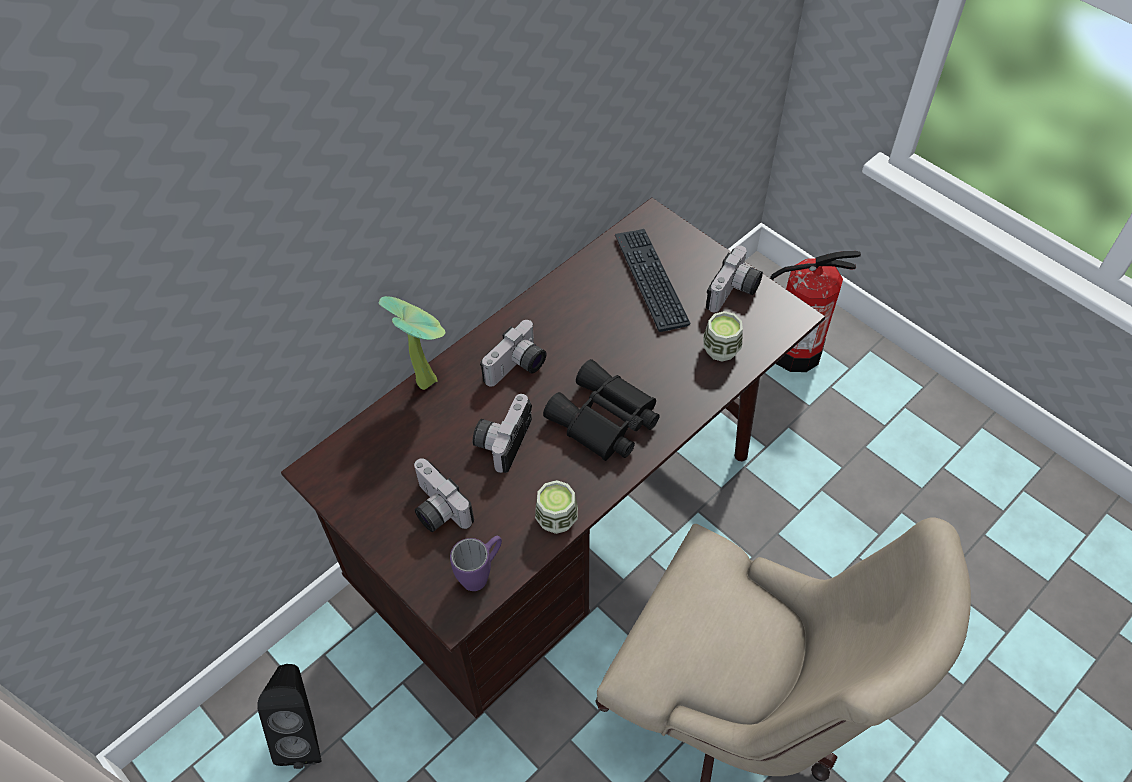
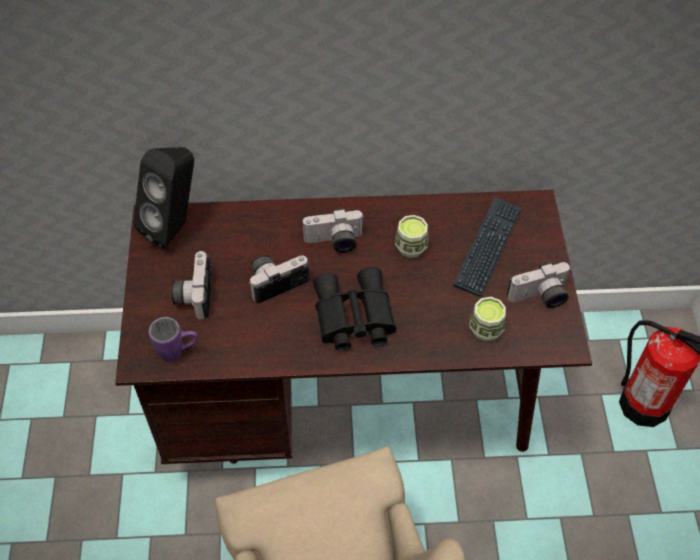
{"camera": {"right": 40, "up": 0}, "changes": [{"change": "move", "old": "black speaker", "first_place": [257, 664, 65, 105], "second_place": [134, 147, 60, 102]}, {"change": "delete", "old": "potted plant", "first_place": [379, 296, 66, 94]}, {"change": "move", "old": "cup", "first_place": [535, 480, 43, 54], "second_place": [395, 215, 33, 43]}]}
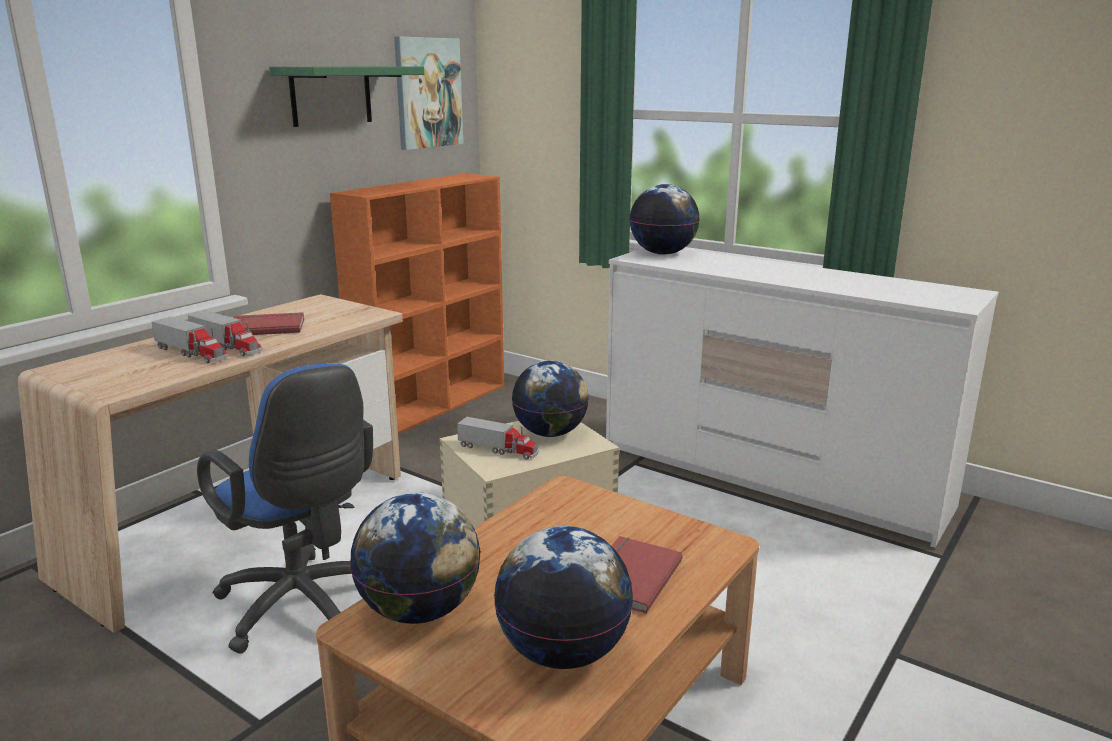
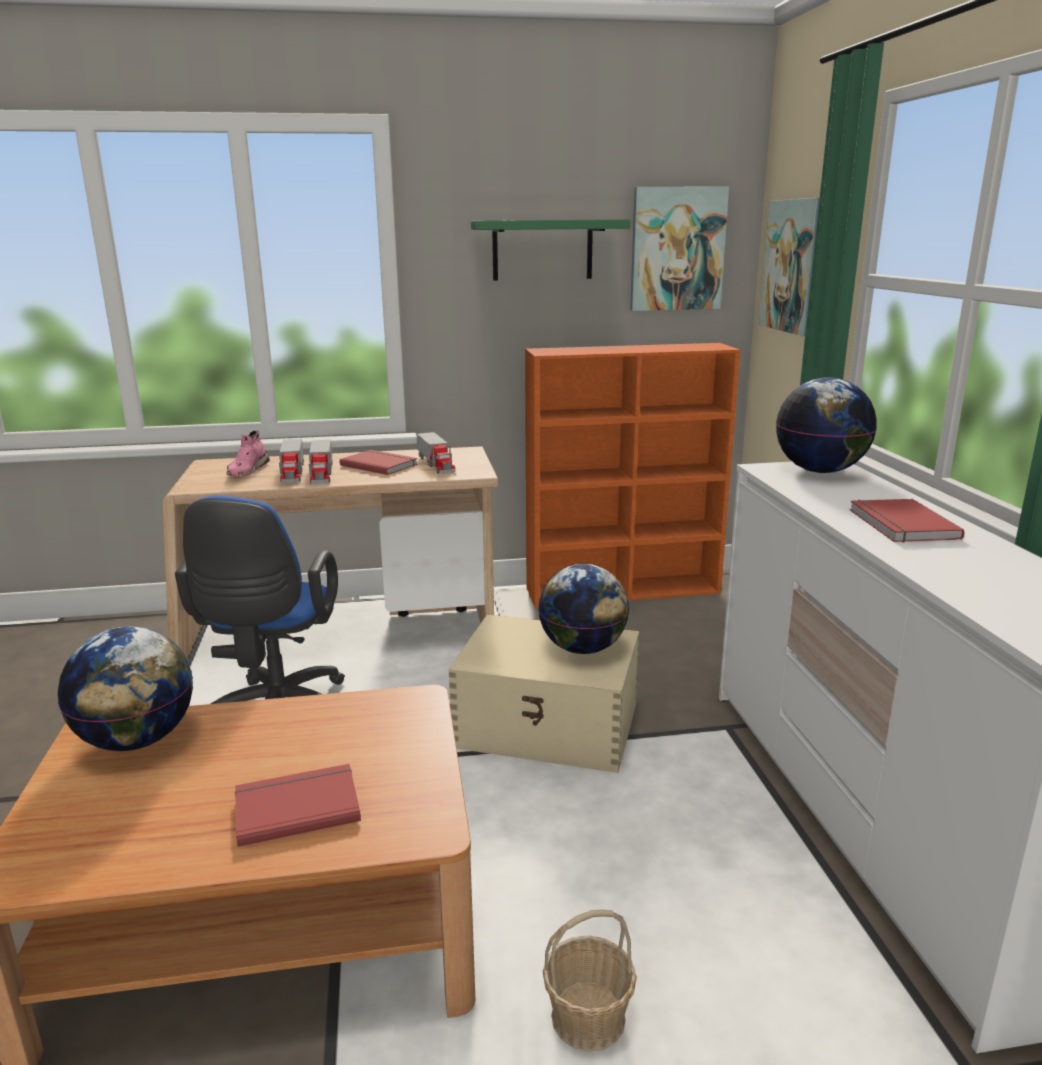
{"camera": {"right": 45, "up": 0}, "changes": [{"change": "move", "old": "toy truck", "first_place": [457, 417, 82, 43], "second_place": [417, 432, 39, 42]}, {"change": "delete", "old": "globe", "first_place": [494, 526, 139, 143]}, {"change": "insert", "new": "pink shoe", "second_place": [226, 430, 44, 46]}, {"change": "insert", "new": "basket", "second_place": [543, 909, 94, 143]}, {"change": "insert", "new": "picture", "second_place": [759, 198, 61, 138]}, {"change": "insert", "new": "red book", "second_place": [850, 499, 115, 43]}]}
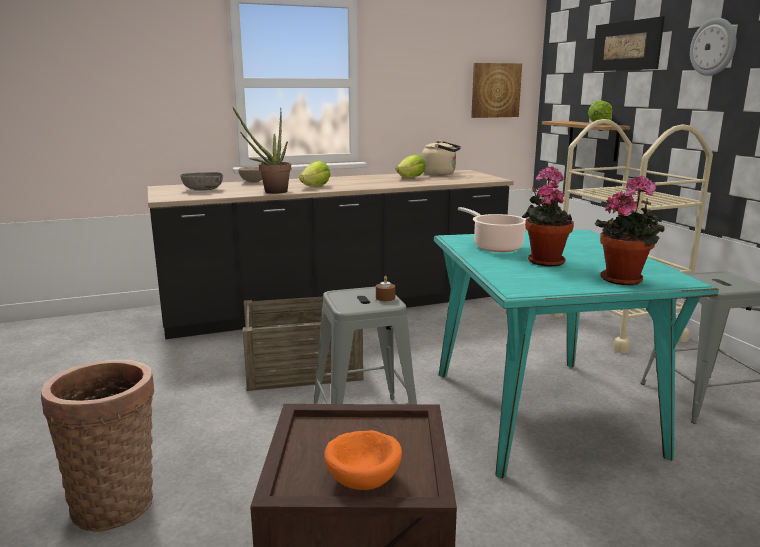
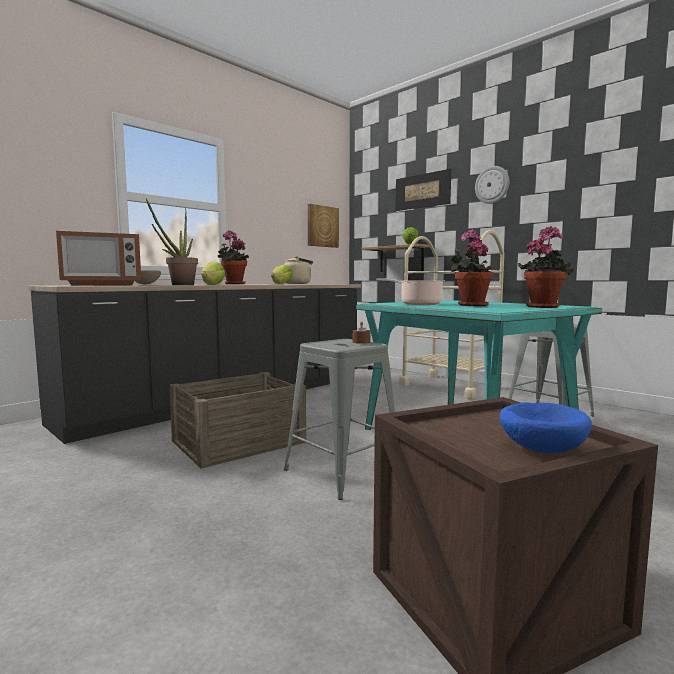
{"camera": {"right": -25, "up": -10}, "changes": [{"change": "delete", "old": "basket", "first_place": [41, 360, 113, 172]}, {"change": "replace", "old": "grey bowl", "new": "microwave", "first_place": [180, 172, 43, 19], "second_place": [56, 231, 85, 54]}, {"change": "recolor", "old": "orange bowl", "new": "blue bowl", "first_place": [324, 430, 78, 60], "second_place": [500, 402, 92, 51]}, {"change": "insert", "new": "potted plant", "second_place": [218, 231, 31, 53]}]}
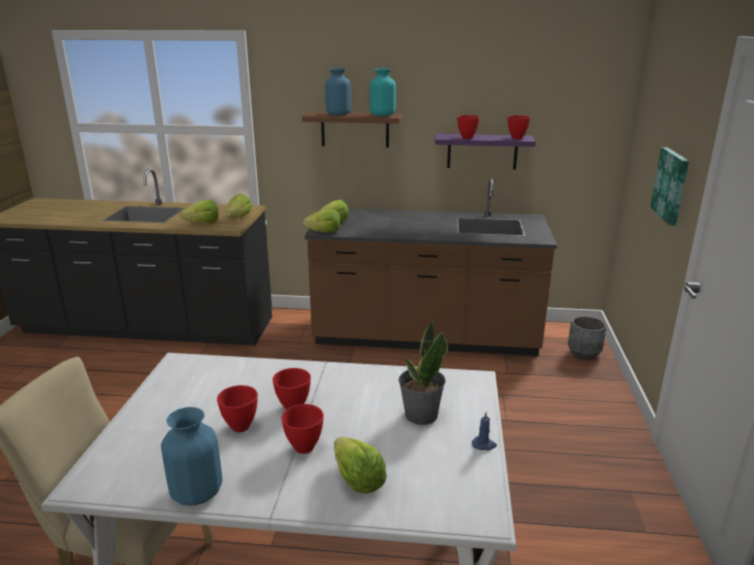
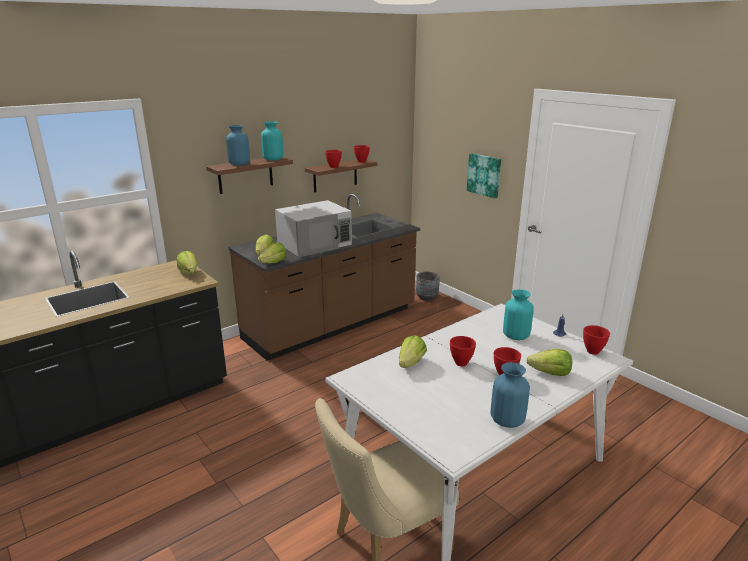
{"camera": {"right": -45, "up": 0}, "changes": [{"change": "move", "old": "lettuce", "first_place": [181, 200, 38, 23], "second_place": [399, 335, 28, 33]}, {"change": "move", "old": "red bowl", "first_place": [217, 385, 41, 47], "second_place": [583, 325, 27, 30]}, {"change": "replace", "old": "potted plant", "new": "turquoise vase", "first_place": [399, 320, 49, 105], "second_place": [503, 289, 31, 51]}, {"change": "recolor", "old": "purple shelf", "new": "brown shelf", "first_place": [435, 134, 101, 36], "second_place": [305, 159, 73, 34]}, {"change": "insert", "new": "white microwave", "second_place": [275, 200, 77, 57]}]}
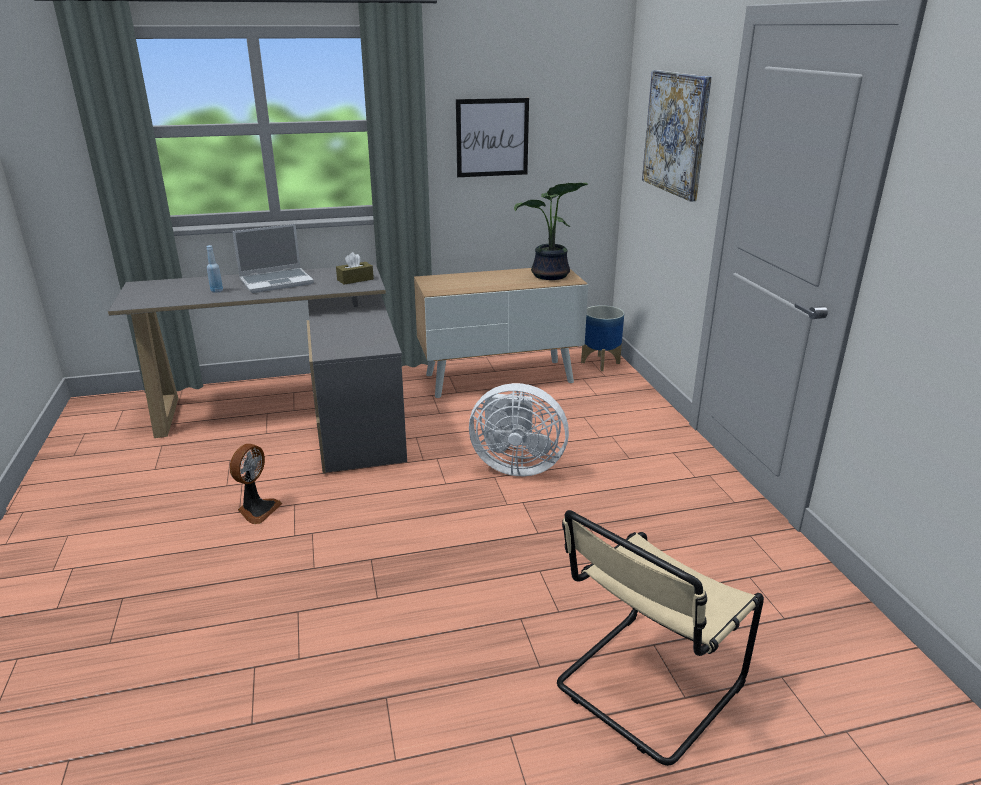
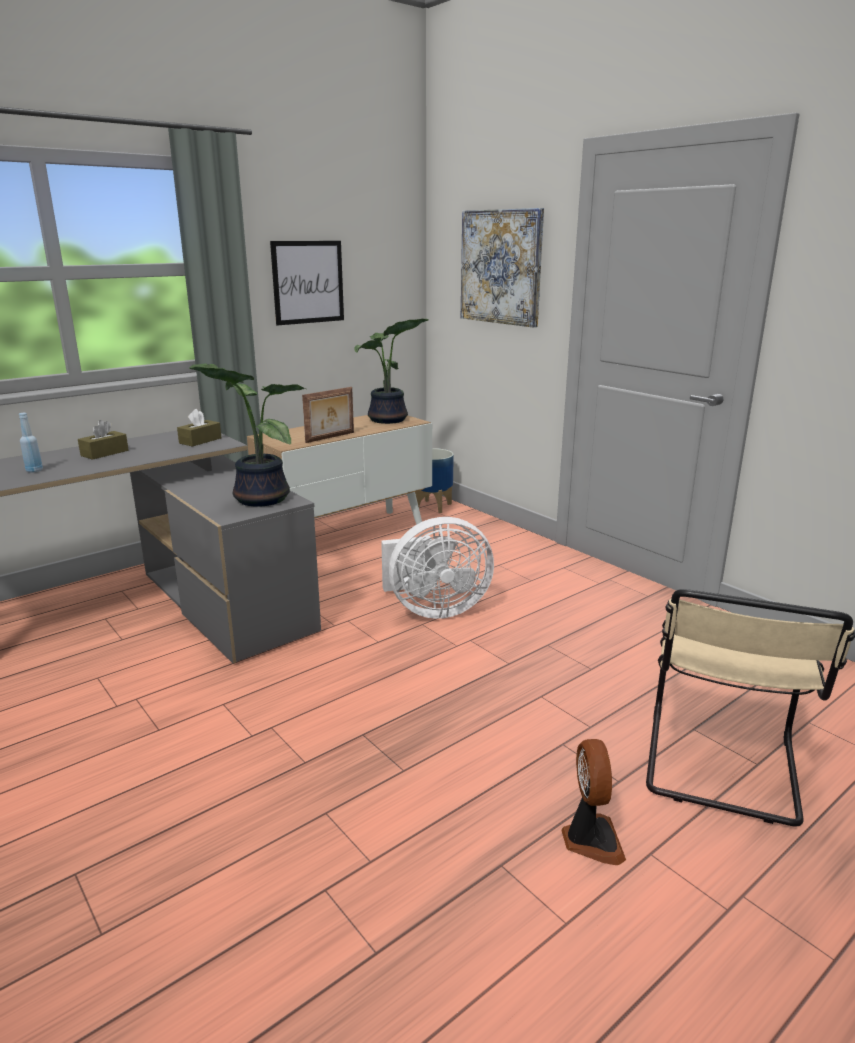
{"camera": {"right": -25, "up": -5}, "changes": [{"change": "move", "old": "fan", "first_place": [230, 444, 52, 80], "second_place": [561, 739, 65, 126]}, {"change": "replace", "old": "laptop", "new": "brown tissue box", "first_place": [232, 224, 82, 69], "second_place": [78, 420, 51, 40]}, {"change": "insert", "new": "potted plant", "second_place": [189, 363, 116, 144]}, {"change": "insert", "new": "picture frame", "second_place": [302, 387, 52, 56]}]}
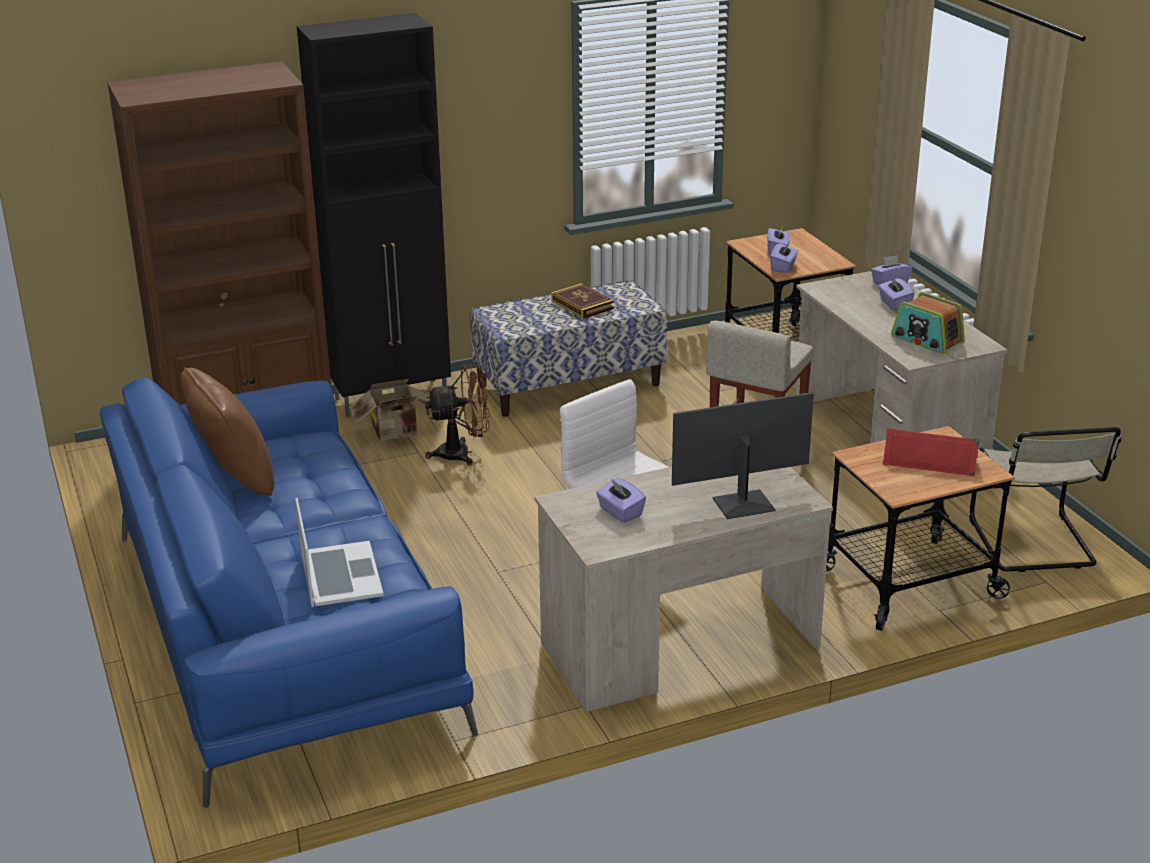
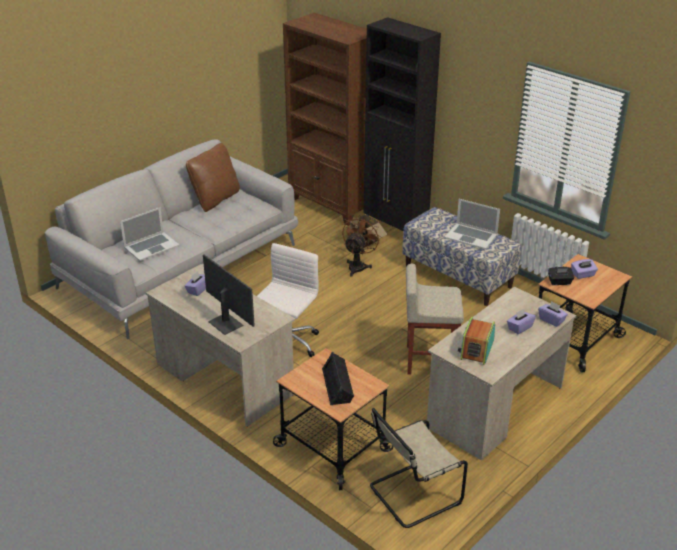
{"camera": {"right": 65, "up": 5}, "changes": [{"change": "recolor", "old": "blue sofa", "new": "grey sofa", "first_place": [100, 377, 378, 431], "second_place": [45, 139, 253, 200]}, {"change": "rotate", "old": "brown fan", "first_place": [425, 365, 65, 100], "second_place": [342, 215, 39, 62], "degrees": -120}, {"change": "replace", "old": "book", "new": "laptop", "first_place": [551, 283, 63, 36], "second_place": [445, 199, 55, 51]}, {"change": "recolor", "old": "purple tissue box", "new": "black tissue box", "first_place": [770, 241, 28, 32], "second_place": [548, 267, 26, 18]}, {"change": "recolor", "old": "red speaker", "new": "black speaker", "first_place": [883, 428, 97, 48], "second_place": [322, 352, 32, 53]}]}
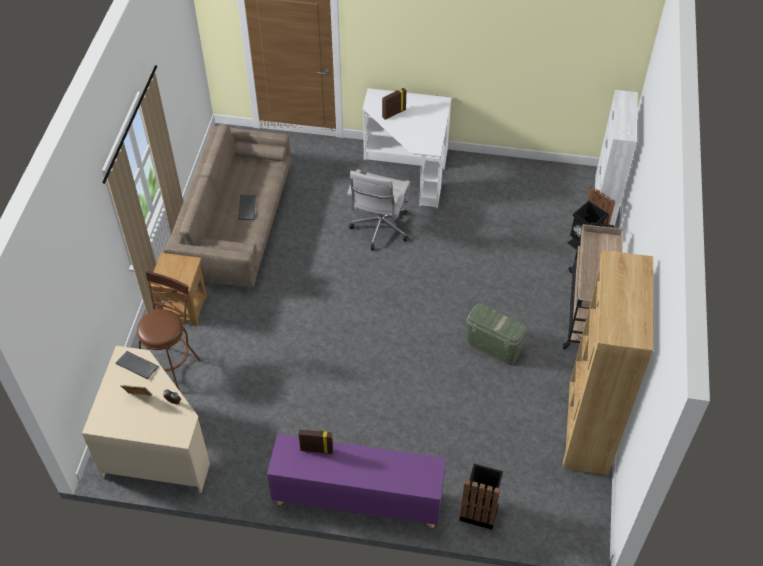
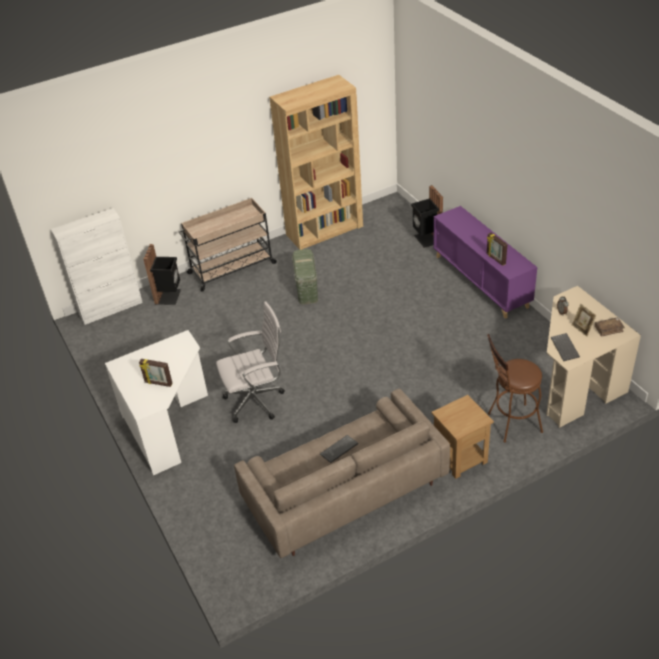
{"camera": {"right": -125, "up": -10}, "changes": [{"change": "insert", "new": "brown book", "second_place": [595, 318, 30, 19]}]}
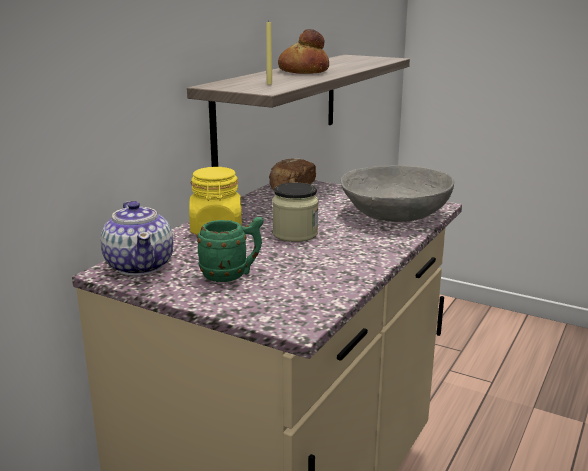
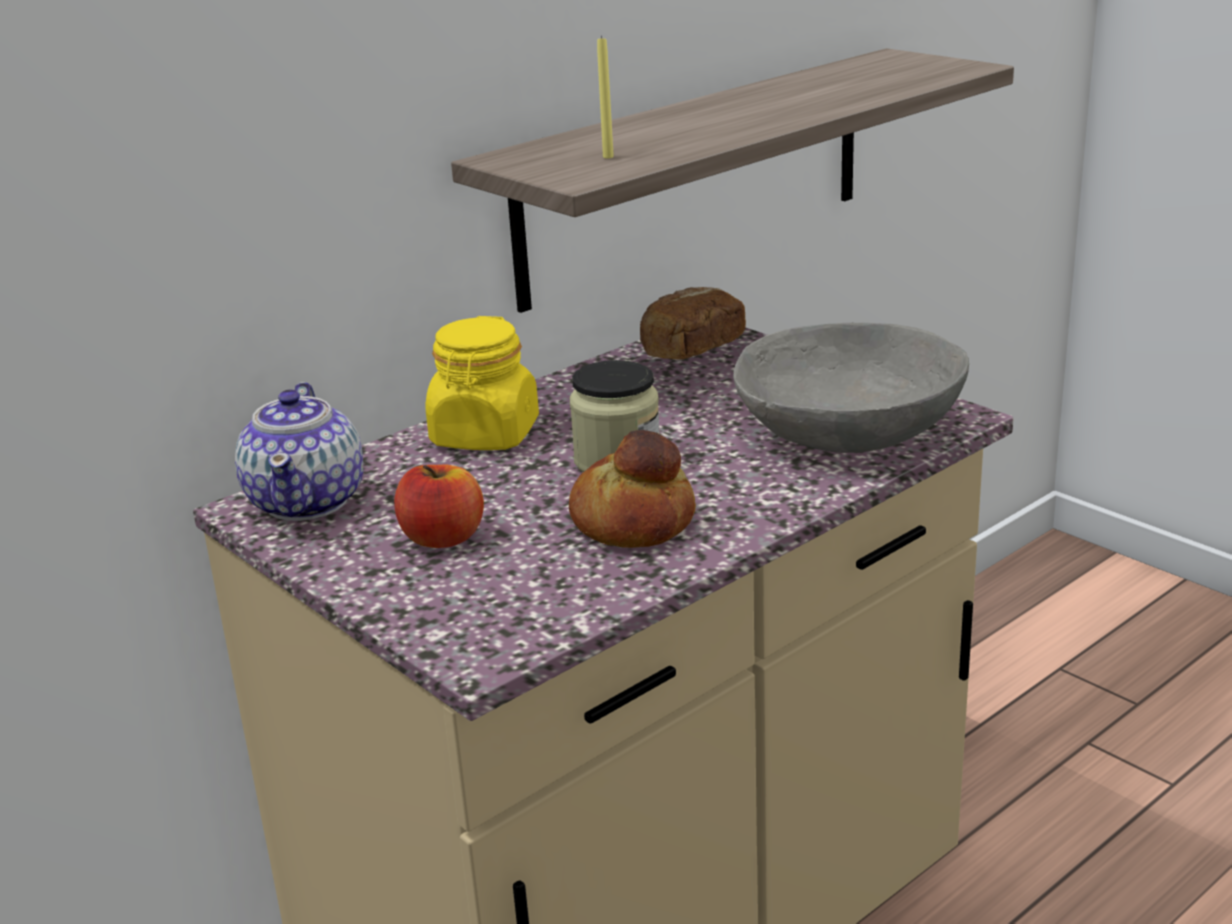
{"camera": {"right": 20, "up": 5}, "changes": [{"change": "replace", "old": "green mug", "new": "apple", "first_place": [196, 217, 68, 65], "second_place": [394, 464, 90, 84]}, {"change": "move", "old": "bread", "first_place": [278, 29, 51, 45], "second_place": [569, 430, 127, 118]}]}
